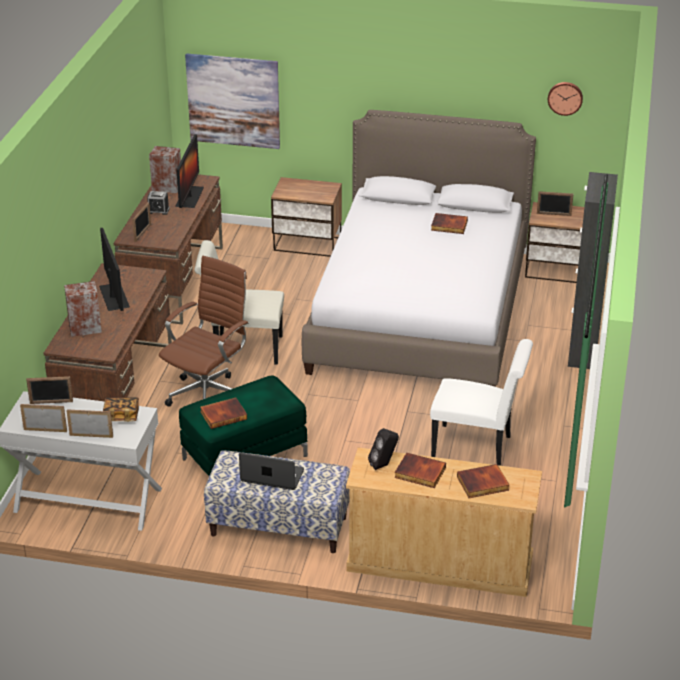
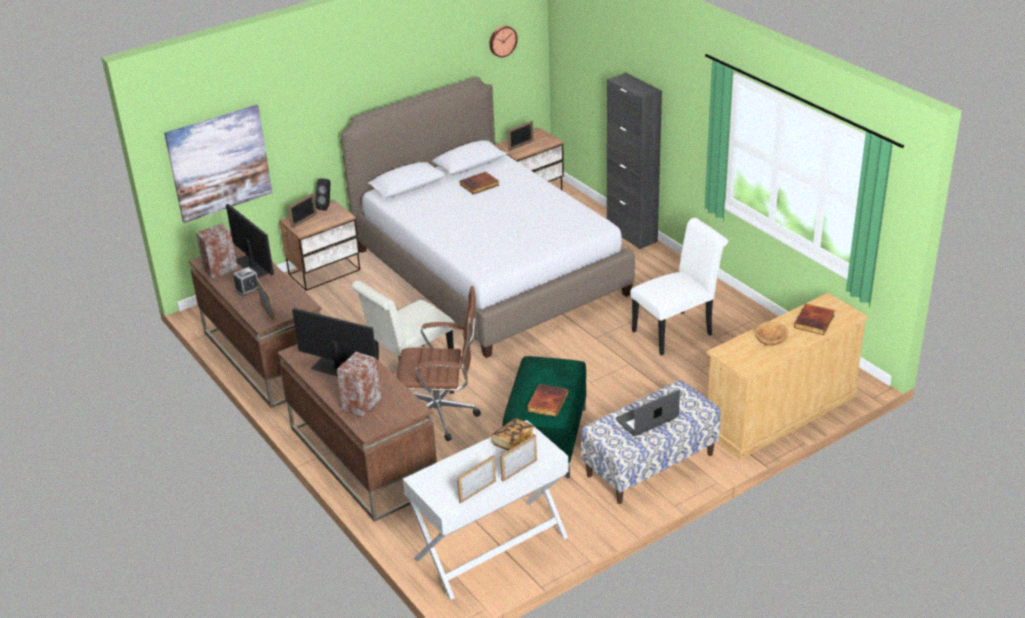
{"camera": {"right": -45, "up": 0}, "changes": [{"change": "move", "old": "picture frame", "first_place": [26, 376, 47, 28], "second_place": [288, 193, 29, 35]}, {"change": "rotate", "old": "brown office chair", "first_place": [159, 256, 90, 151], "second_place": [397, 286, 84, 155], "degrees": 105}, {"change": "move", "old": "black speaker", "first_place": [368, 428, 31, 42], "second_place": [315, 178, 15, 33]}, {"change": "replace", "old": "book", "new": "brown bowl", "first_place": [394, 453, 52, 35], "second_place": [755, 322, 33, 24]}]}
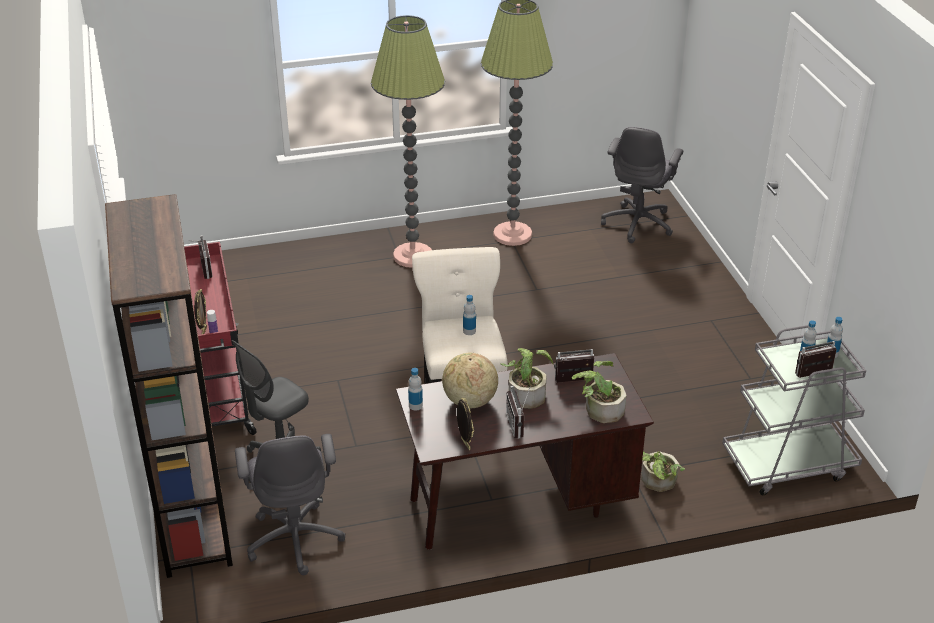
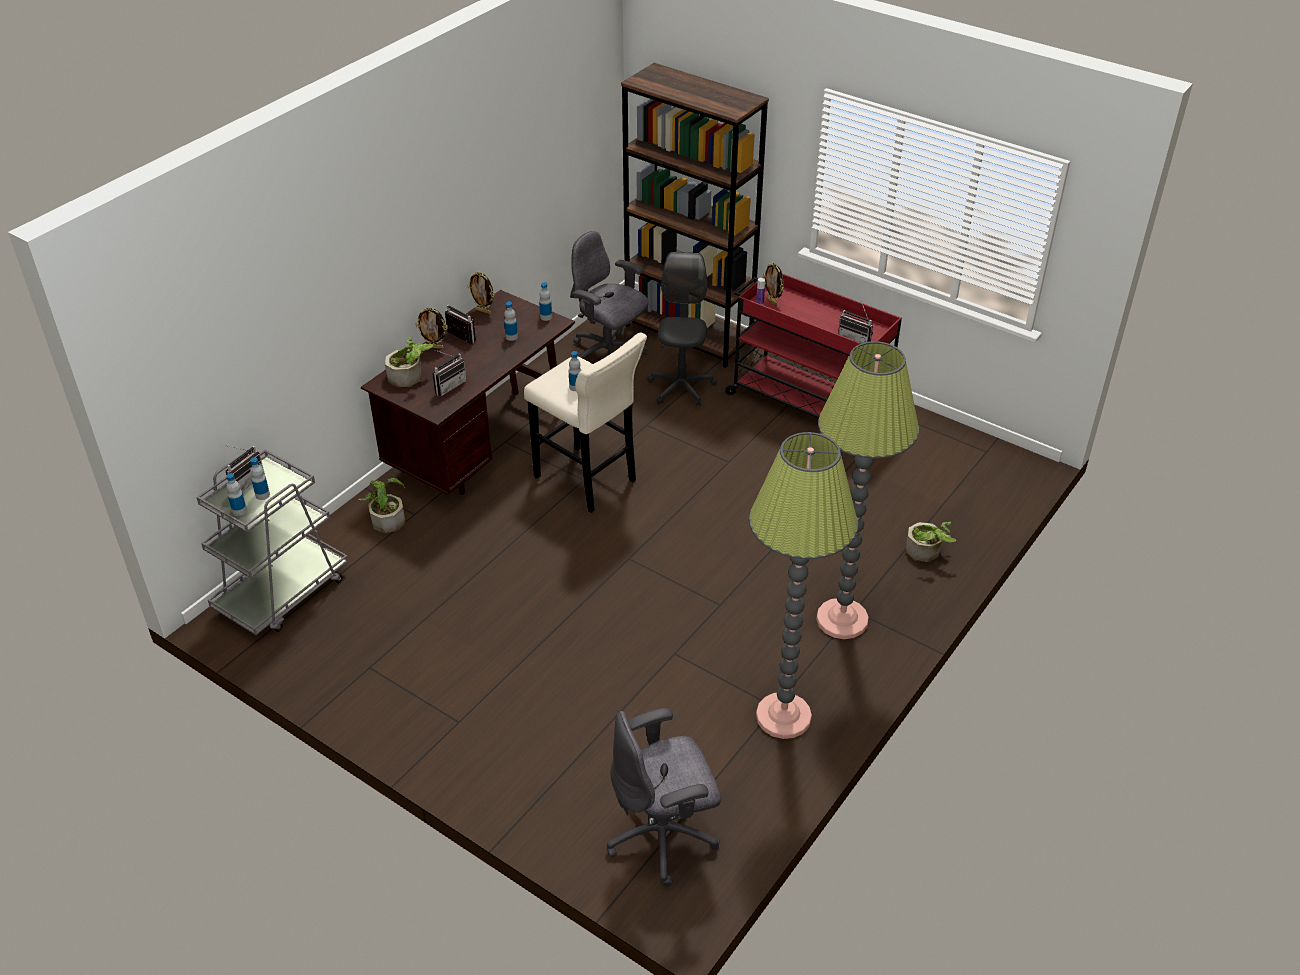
{"camera": {"right": 140, "up": 5}, "changes": [{"change": "replace", "old": "globe", "new": "bottle", "first_place": [442, 352, 56, 56], "second_place": [504, 302, 14, 39]}, {"change": "move", "old": "potted plant", "first_place": [500, 348, 53, 61], "second_place": [905, 522, 51, 40]}, {"change": "rotate", "old": "grey office chair", "first_place": [601, 127, 82, 116], "second_place": [607, 708, 114, 179], "degrees": -90}, {"change": "insert", "new": "picture frame", "second_place": [415, 307, 33, 42]}]}
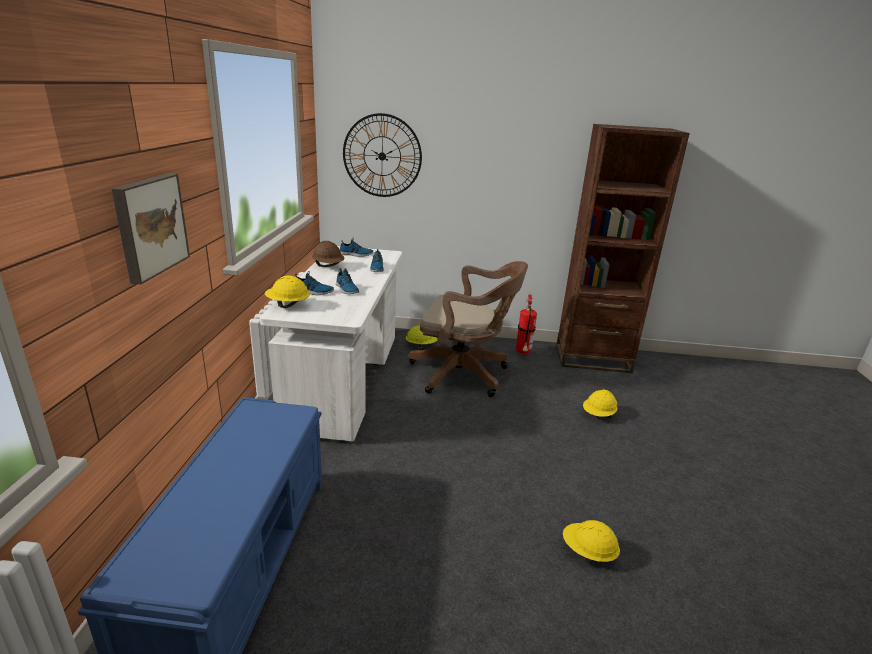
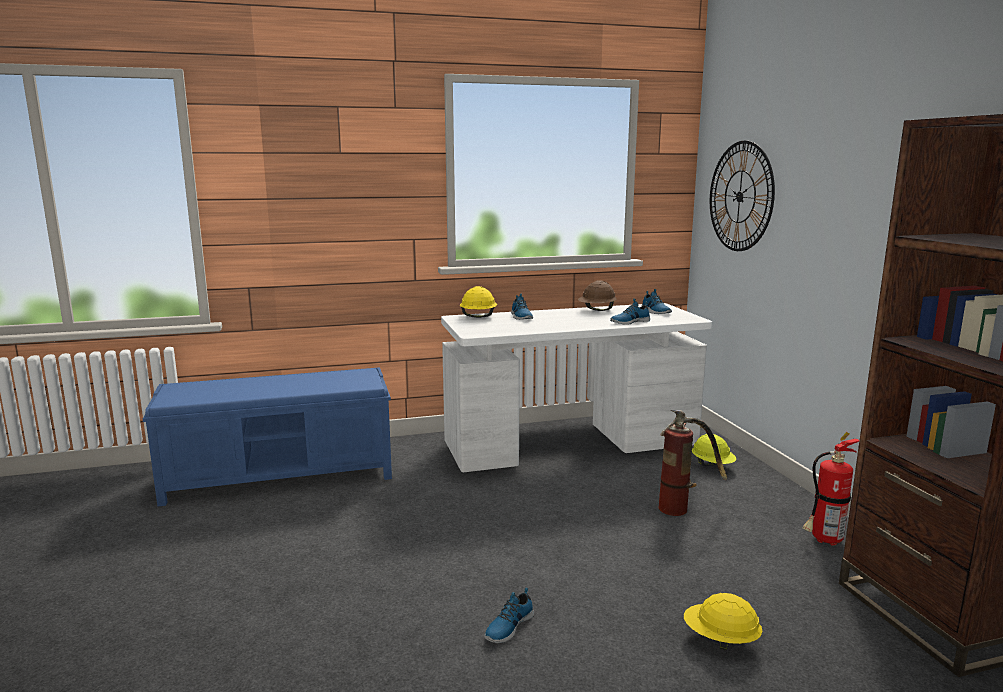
{"camera": {"right": 70, "up": -10}, "changes": [{"change": "delete", "old": "picture", "first_place": [111, 173, 79, 111]}, {"change": "move", "old": "shoe", "first_place": [336, 268, 23, 26], "second_place": [484, 588, 50, 55]}, {"change": "replace", "old": "brown office chair", "new": "fire extinguisher", "first_place": [408, 261, 120, 136], "second_place": [659, 410, 68, 106]}, {"change": "delete", "old": "yellow hard hat", "first_place": [563, 520, 57, 43]}]}
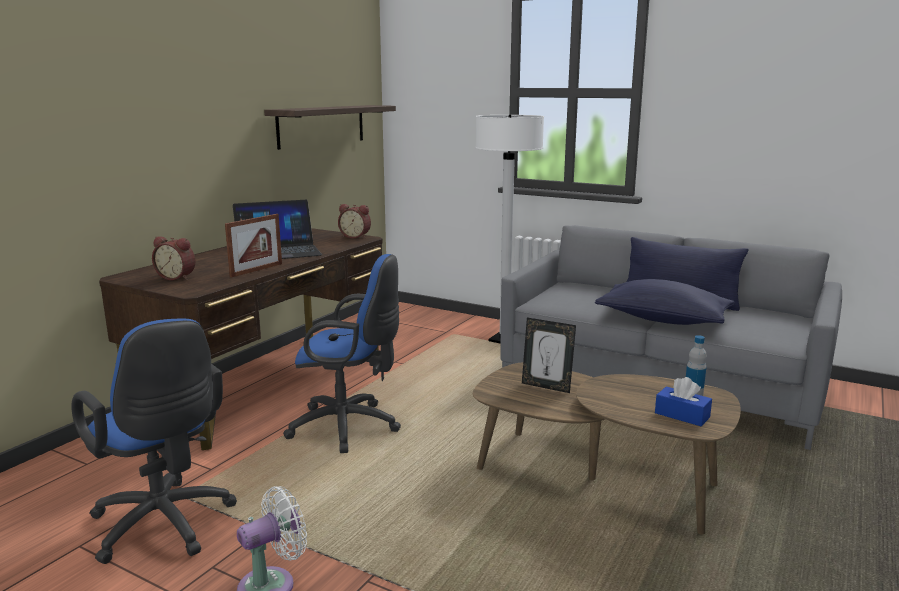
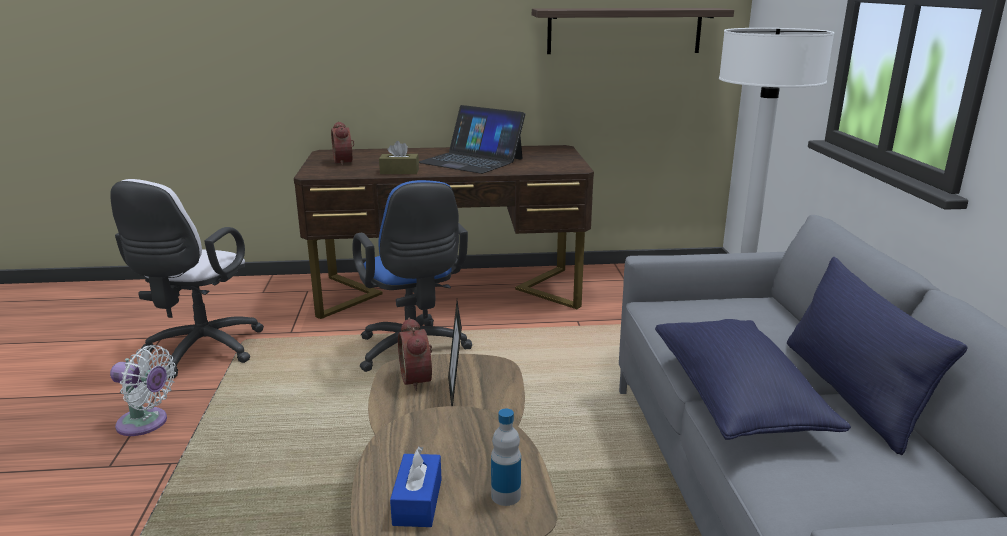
{"camera": {"right": 55, "up": 5}, "changes": [{"change": "recolor", "old": "blue office chair", "new": "white office chair", "first_place": [71, 318, 166, 246], "second_place": [110, 179, 154, 199]}, {"change": "replace", "old": "picture frame", "new": "brown tissue box", "first_place": [225, 214, 57, 63], "second_place": [379, 141, 40, 33]}, {"change": "move", "old": "alarm clock", "first_place": [338, 204, 33, 35], "second_place": [398, 318, 34, 73]}]}
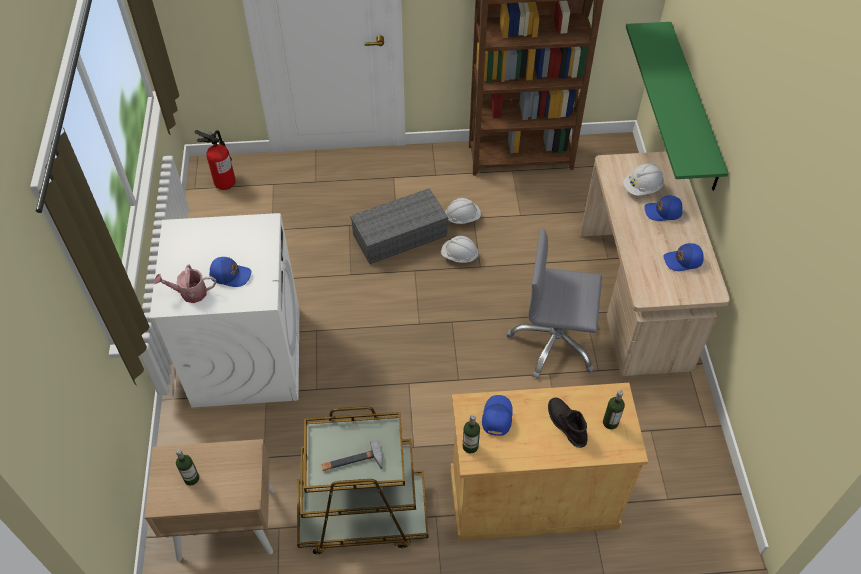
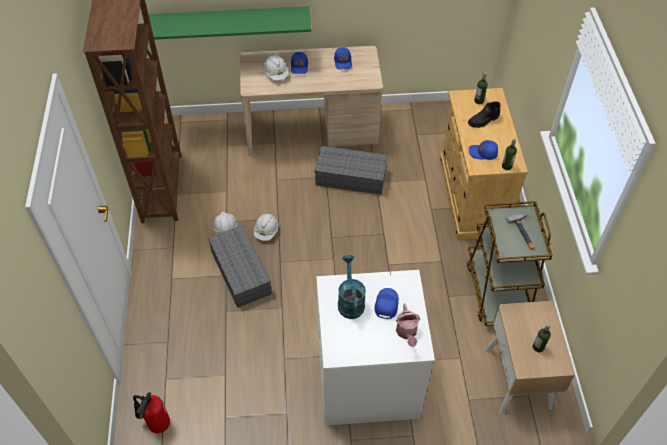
{"camera": {"right": -90, "up": 0}, "changes": [{"change": "replace", "old": "grey office chair", "new": "grey storage box", "first_place": [506, 228, 96, 151], "second_place": [314, 146, 74, 49]}, {"change": "insert", "new": "turquoise watering can", "second_place": [338, 255, 28, 64]}]}
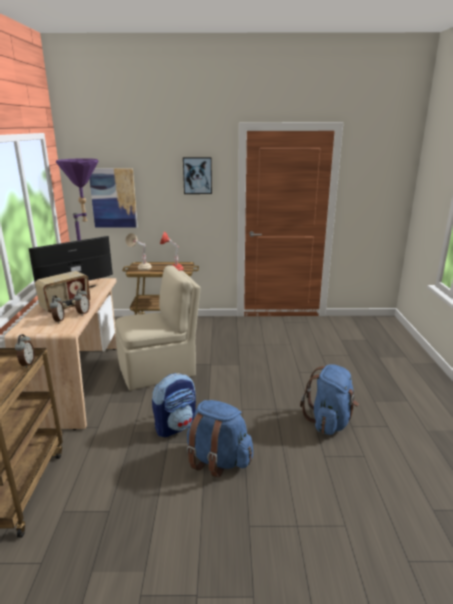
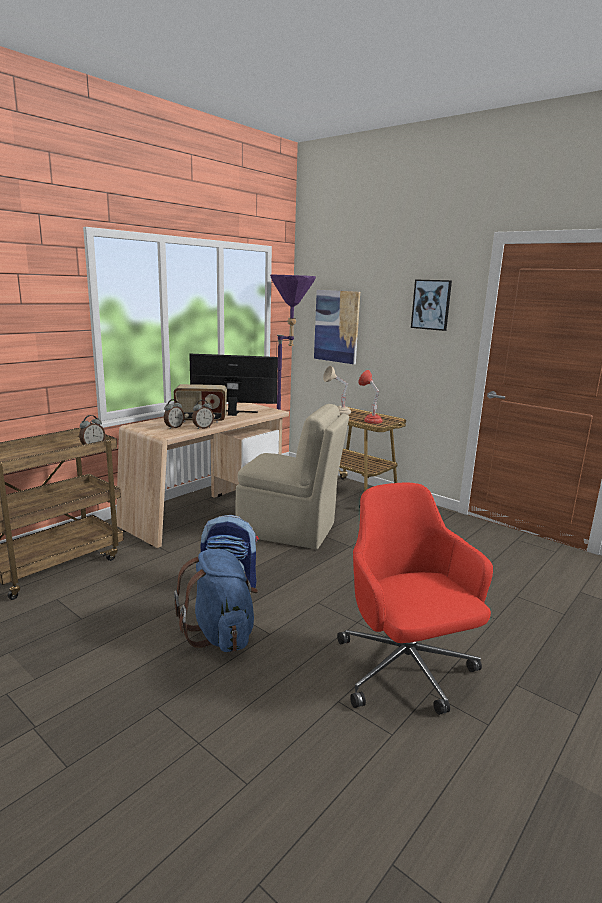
{"camera": {"right": 40, "up": -5}, "changes": [{"change": "replace", "old": "blue backpack", "new": "red office chair", "first_place": [300, 364, 59, 71], "second_place": [337, 483, 156, 232]}]}
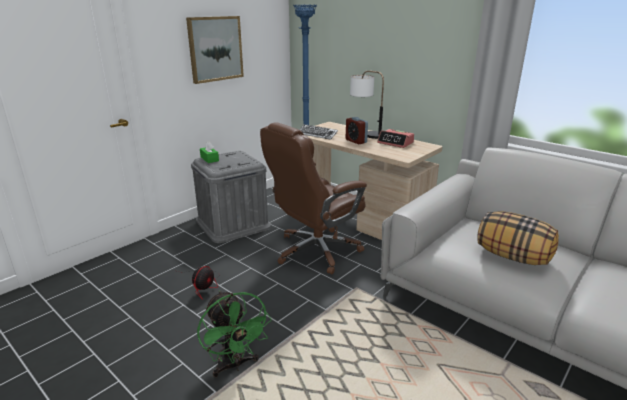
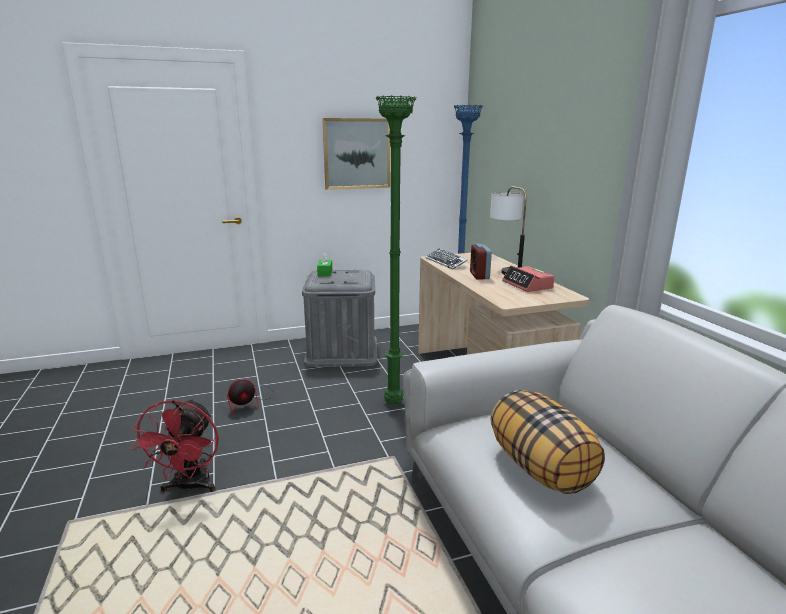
{"camera": {"right": 30, "up": -5}, "changes": [{"change": "recolor", "old": "green fan", "new": "red fan", "first_place": [197, 290, 75, 87], "second_place": [130, 399, 89, 95]}, {"change": "replace", "old": "brown office chair", "new": "green floor lamp", "first_place": [260, 122, 107, 153], "second_place": [376, 95, 41, 309]}]}
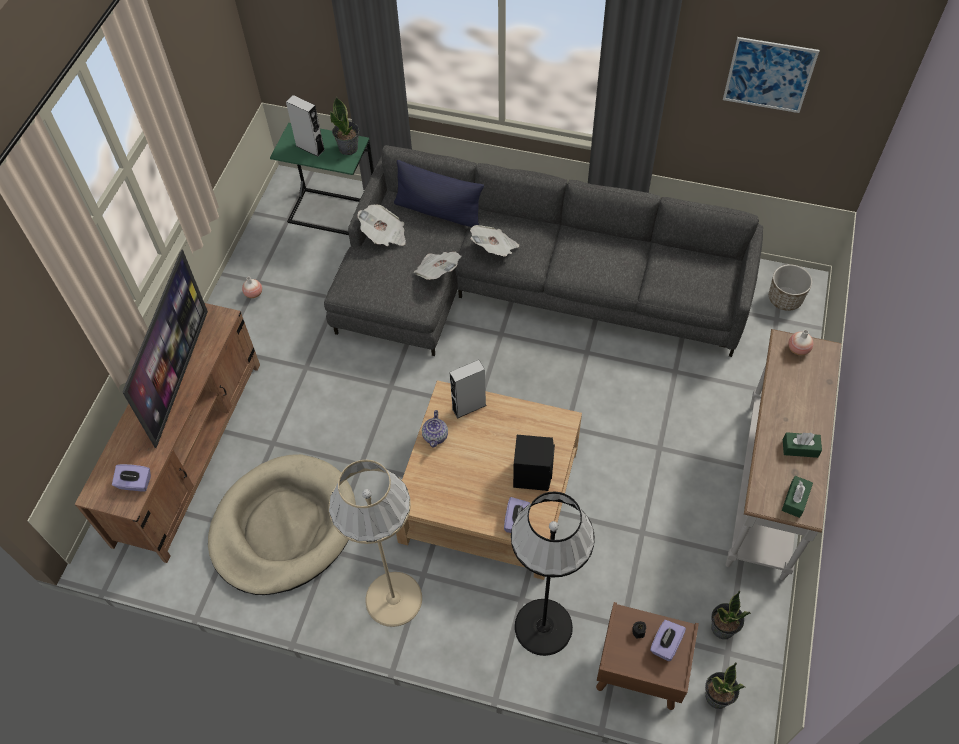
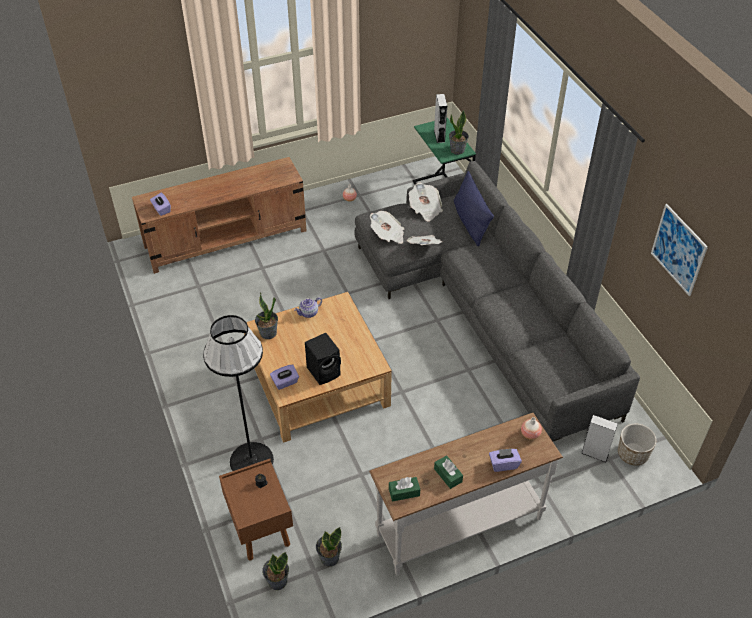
{"camera": {"right": 50, "up": -10}, "changes": [{"change": "delete", "old": "television", "first_place": [122, 249, 86, 199]}, {"change": "delete", "old": "beige dog bed", "first_place": [208, 454, 148, 141]}, {"change": "delete", "old": "beige floor lamp", "first_place": [329, 460, 93, 167]}, {"change": "move", "old": "grey speaker", "first_place": [450, 360, 37, 59], "second_place": [581, 415, 37, 47]}, {"change": "move", "old": "newspaper", "first_place": [470, 225, 49, 32], "second_place": [370, 211, 34, 33]}, {"change": "move", "old": "purple tissue box", "first_place": [650, 620, 36, 41], "second_place": [489, 449, 33, 23]}, {"change": "insert", "new": "potted plant", "second_place": [255, 293, 23, 46]}]}
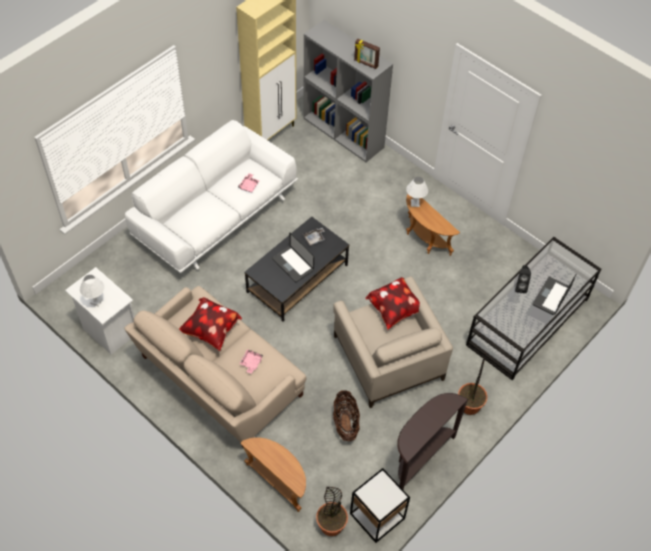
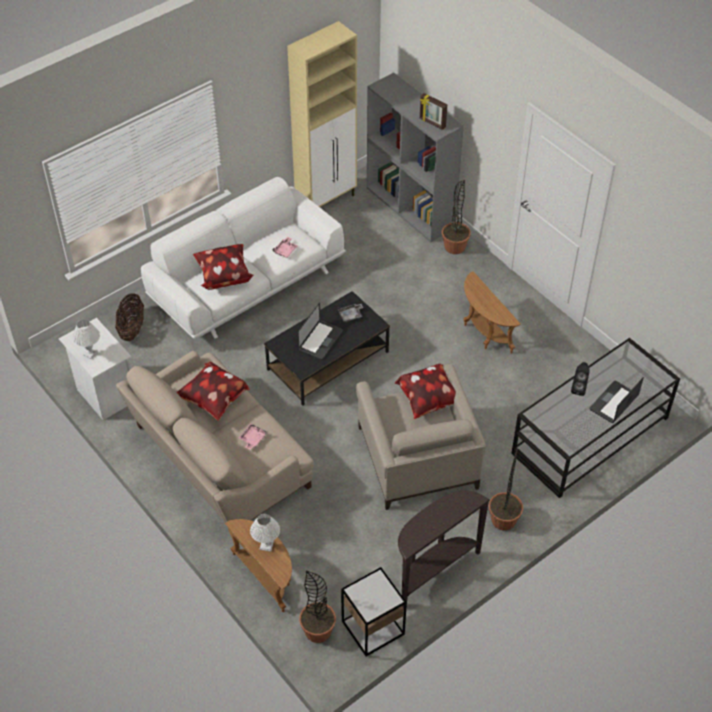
{"camera": {"right": 10, "up": -5}, "changes": [{"change": "rotate", "old": "laptop", "first_place": [272, 232, 42, 50], "second_place": [298, 303, 45, 57], "degrees": -120}, {"change": "move", "old": "basket", "first_place": [333, 390, 27, 51], "second_place": [115, 293, 29, 48]}, {"change": "move", "old": "white table lamp", "first_place": [406, 177, 22, 30], "second_place": [250, 514, 30, 38]}, {"change": "insert", "new": "pillow", "second_place": [193, 244, 60, 46]}, {"change": "insert", "new": "potted plant", "second_place": [442, 180, 29, 74]}]}
